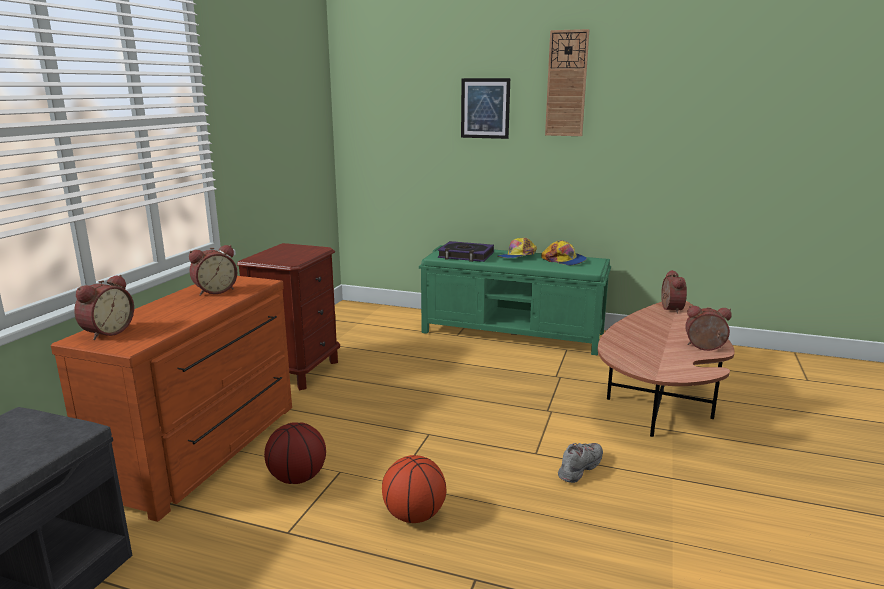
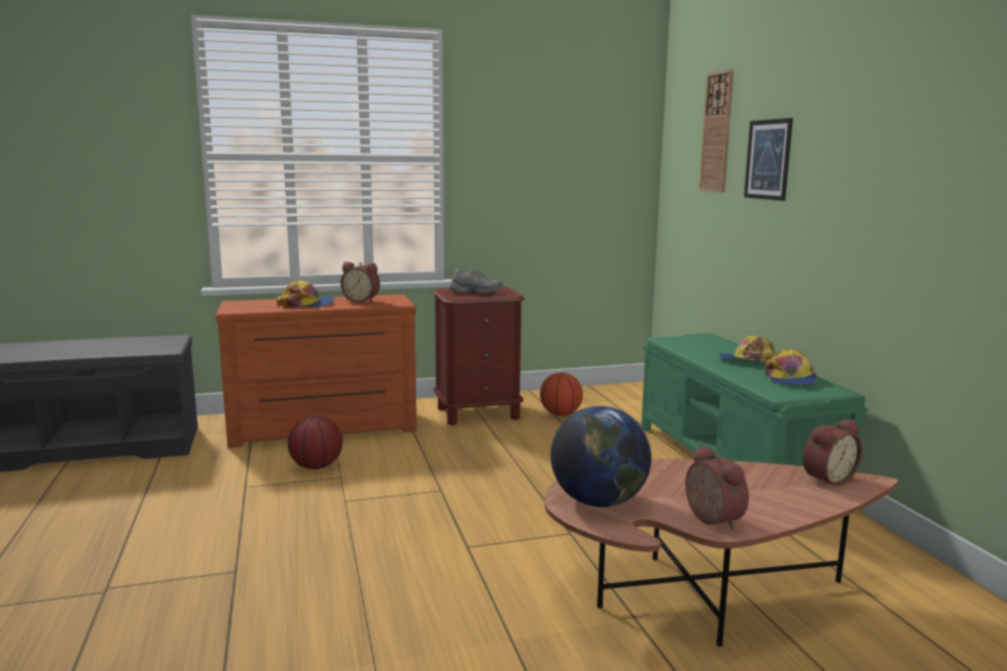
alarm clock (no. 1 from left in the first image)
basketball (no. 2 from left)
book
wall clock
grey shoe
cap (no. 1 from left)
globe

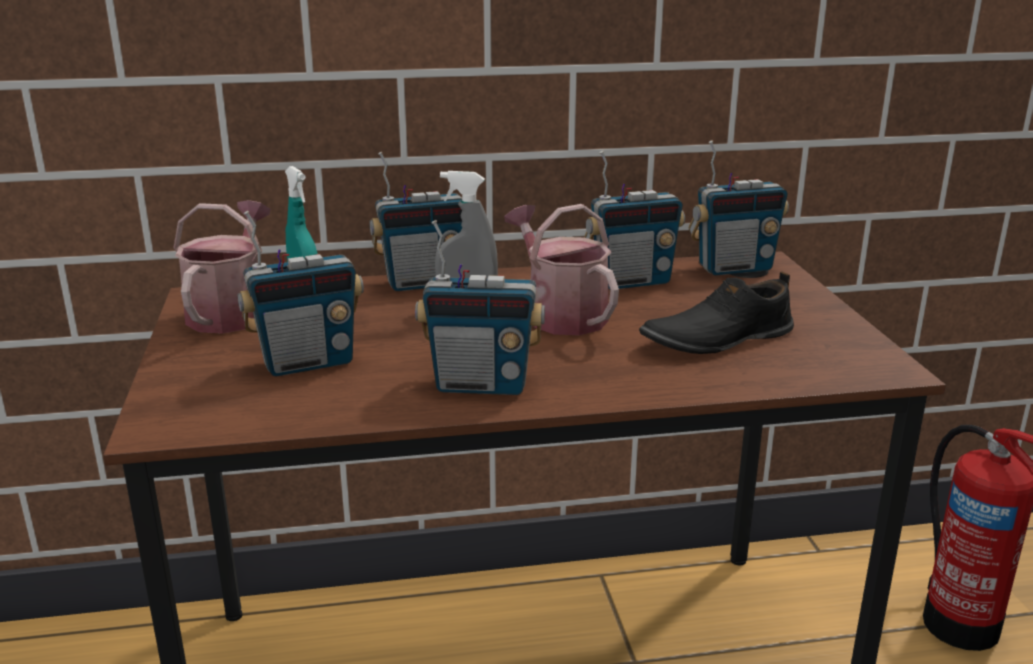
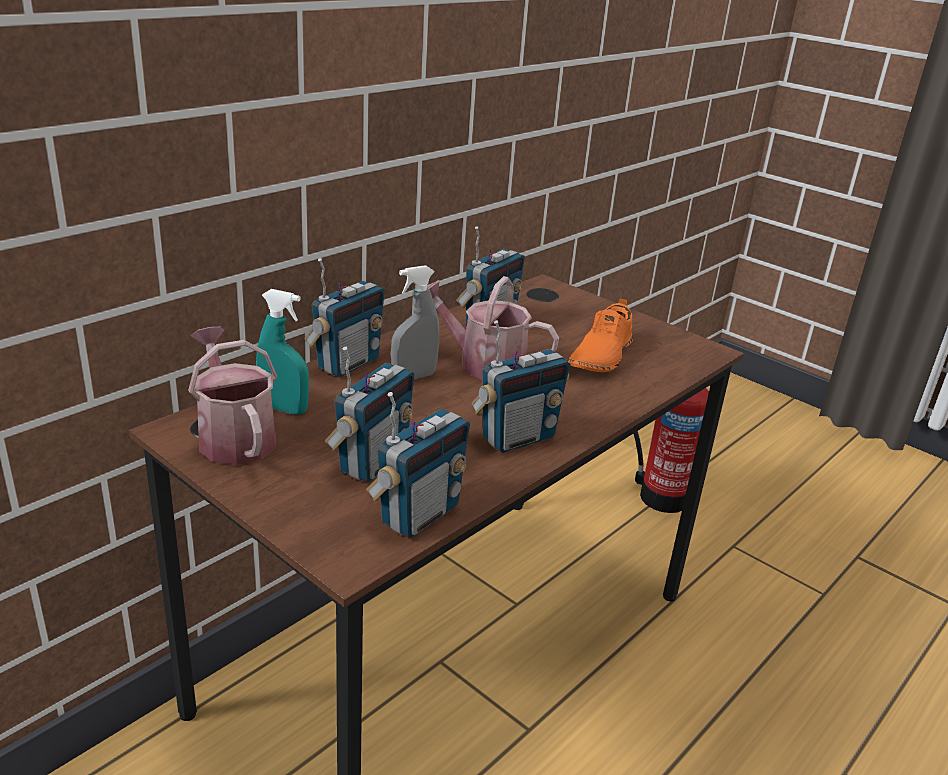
orange shoe
radio (no. 3 from left)

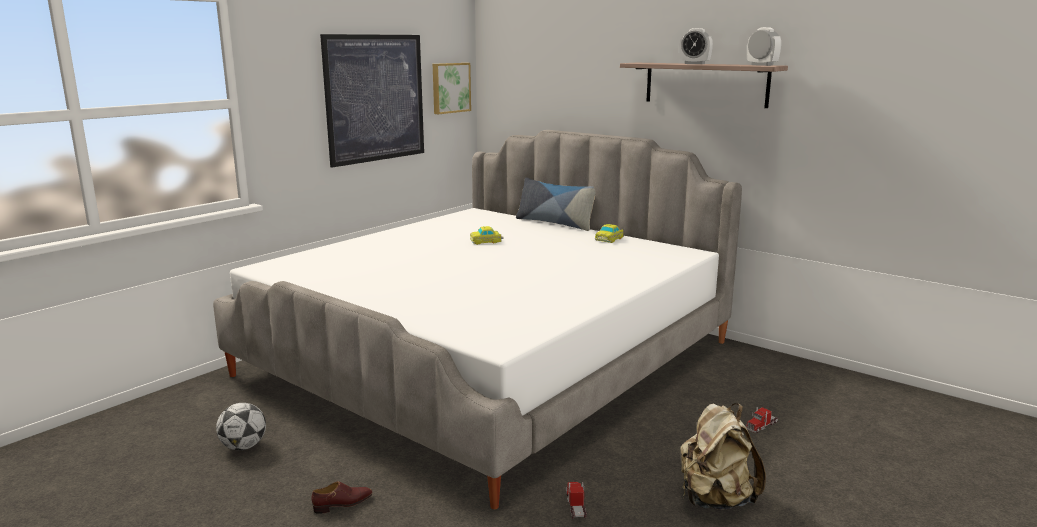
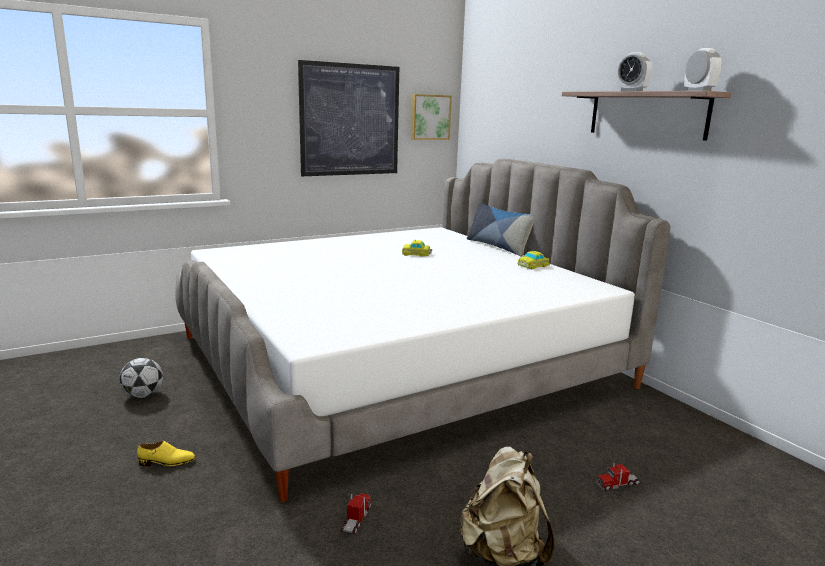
yellow shoe

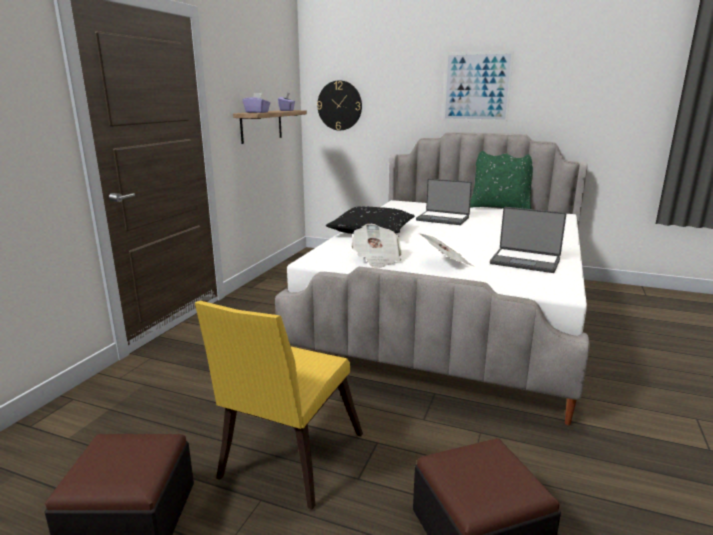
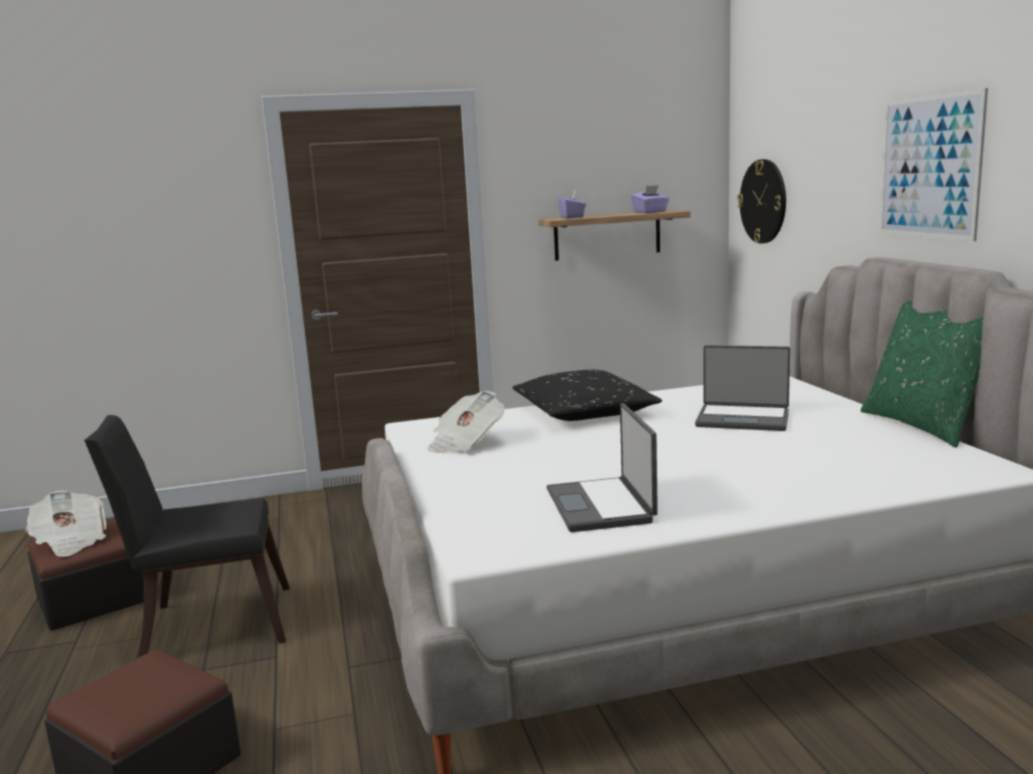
black chair
laptop (no. 2 from left)
newspaper (no. 1 from left)

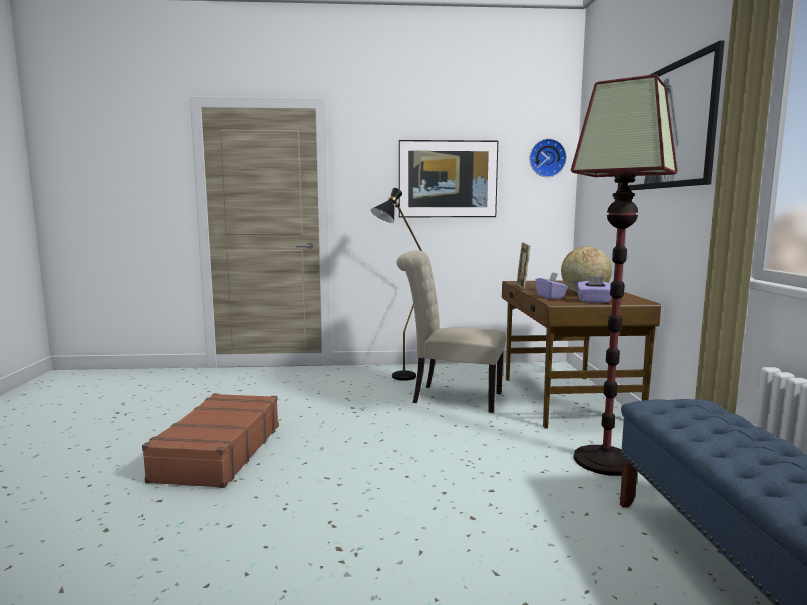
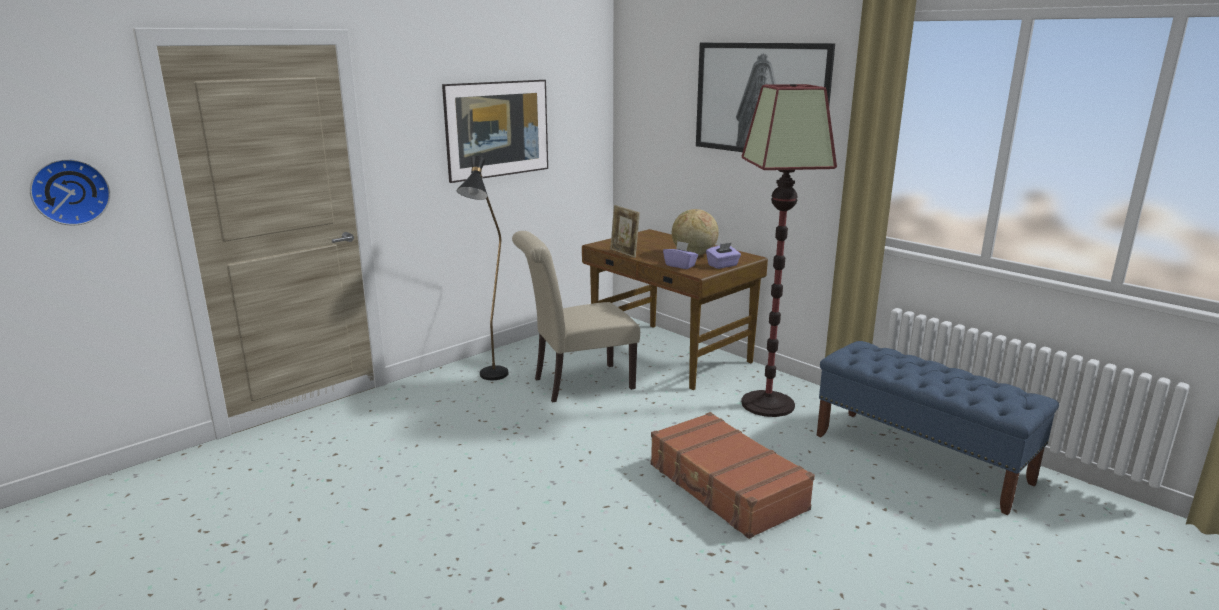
brown suitcase
wall clock

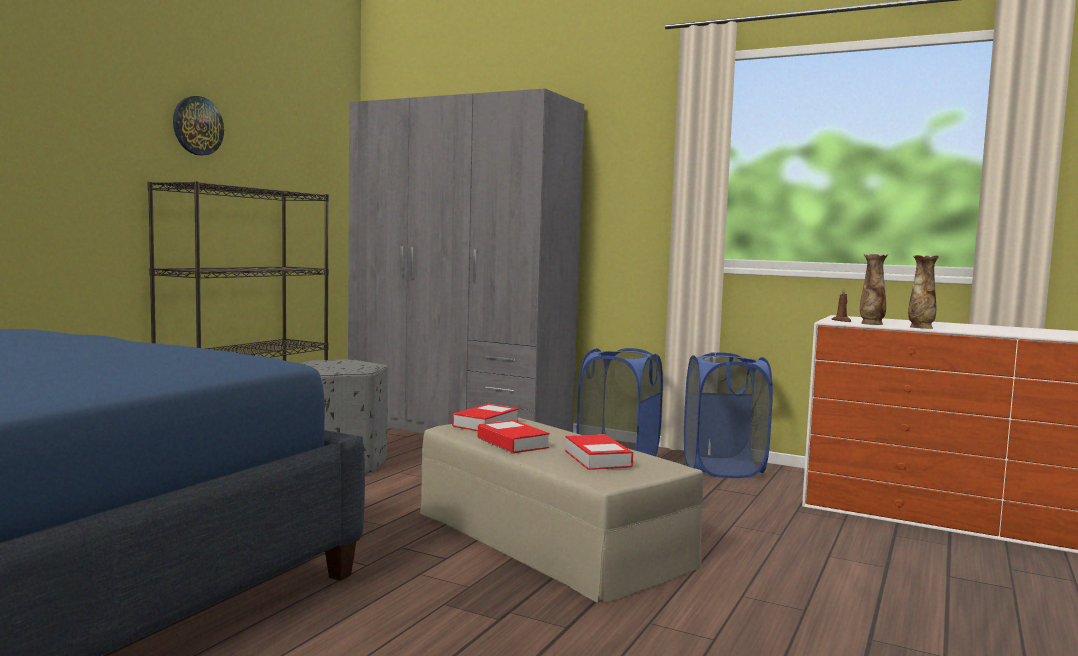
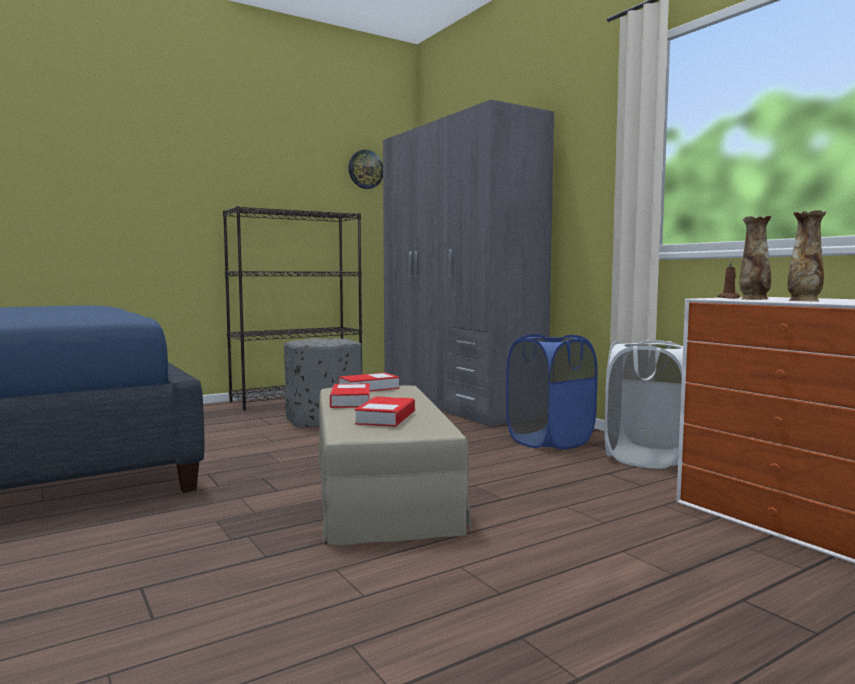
wall clock
white laundry basket

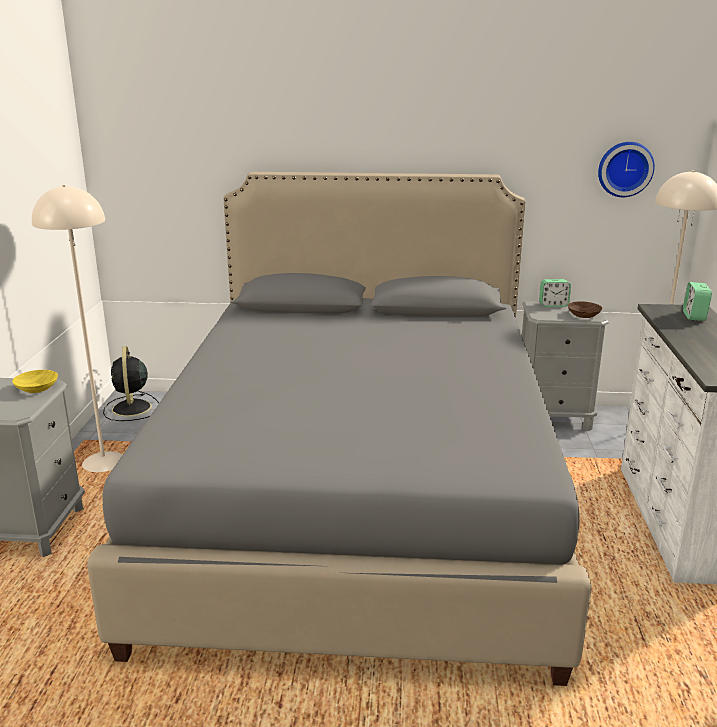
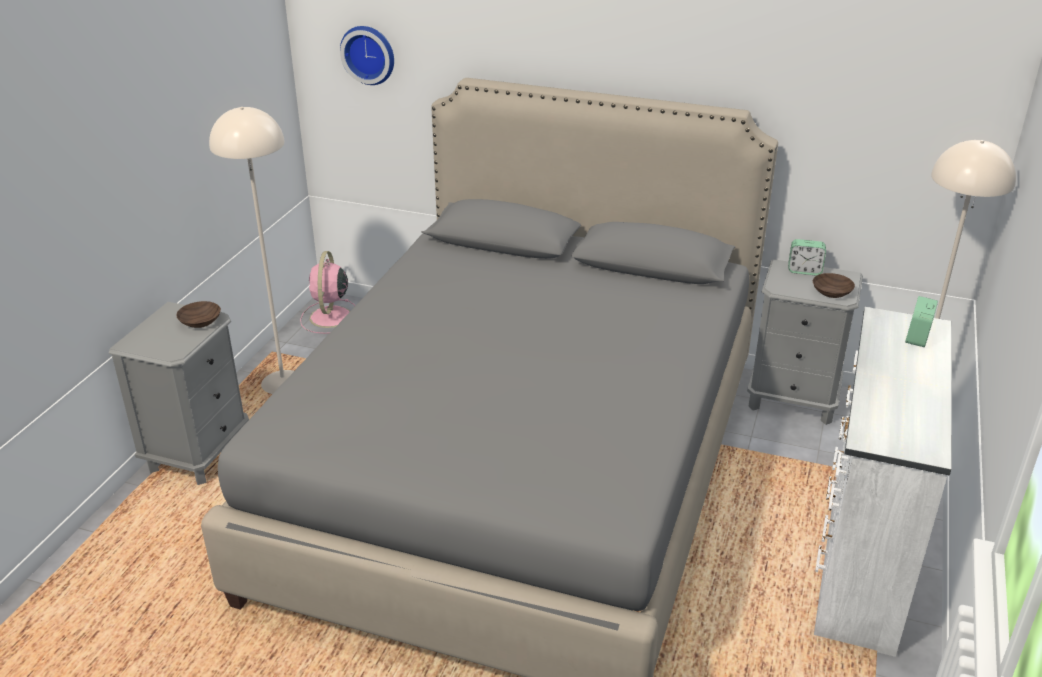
brown bowl (no. 1 from left)
pink fan
wall clock

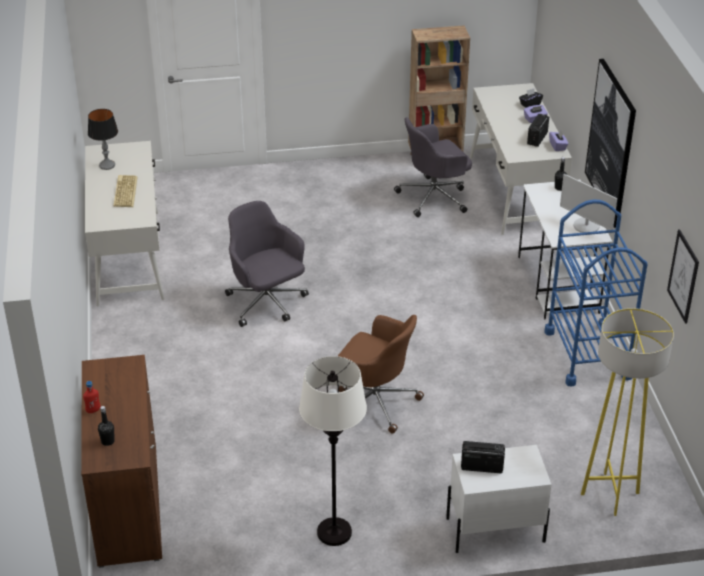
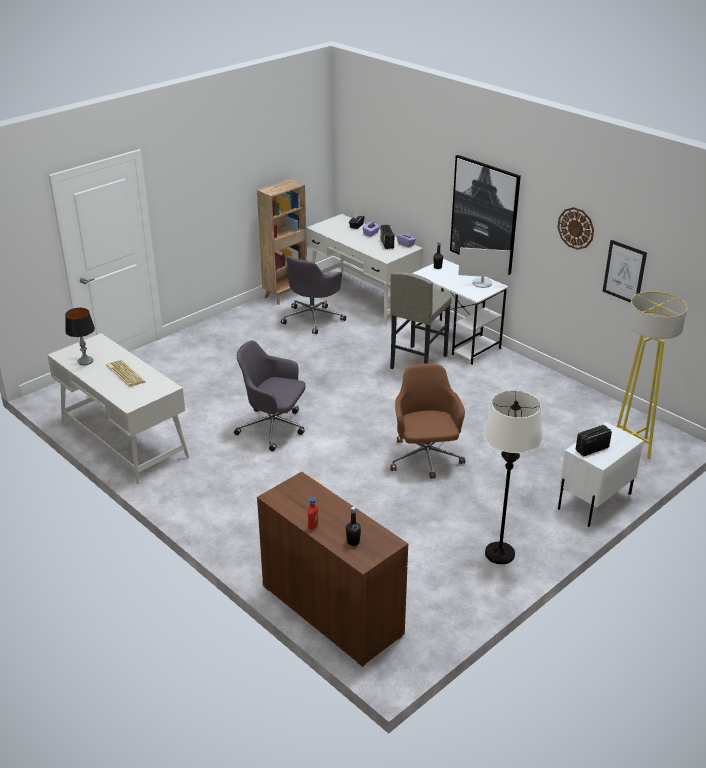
brown office chair
blue cart
grey stool
wall clock

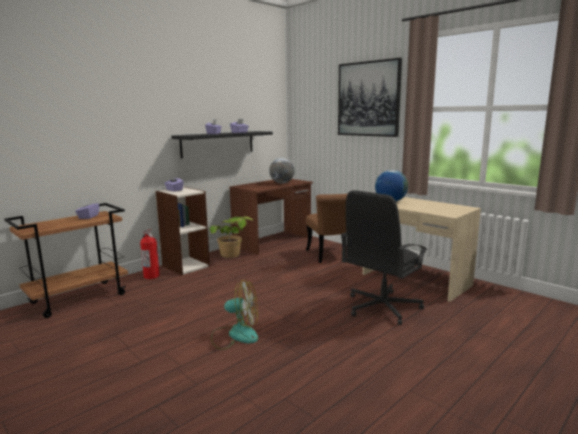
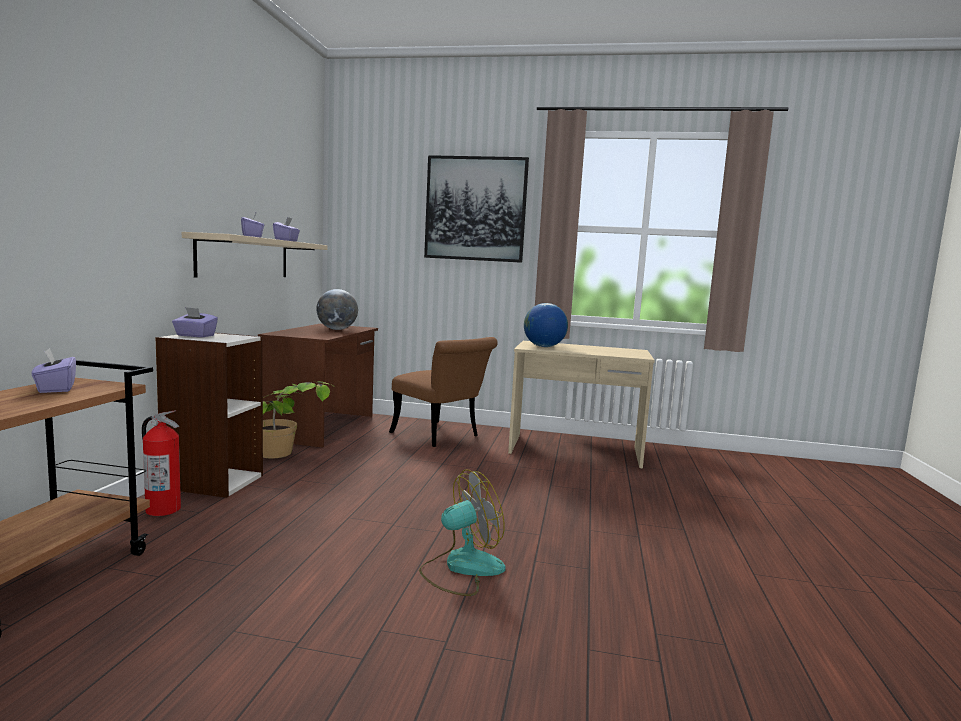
beige shelf
black office chair

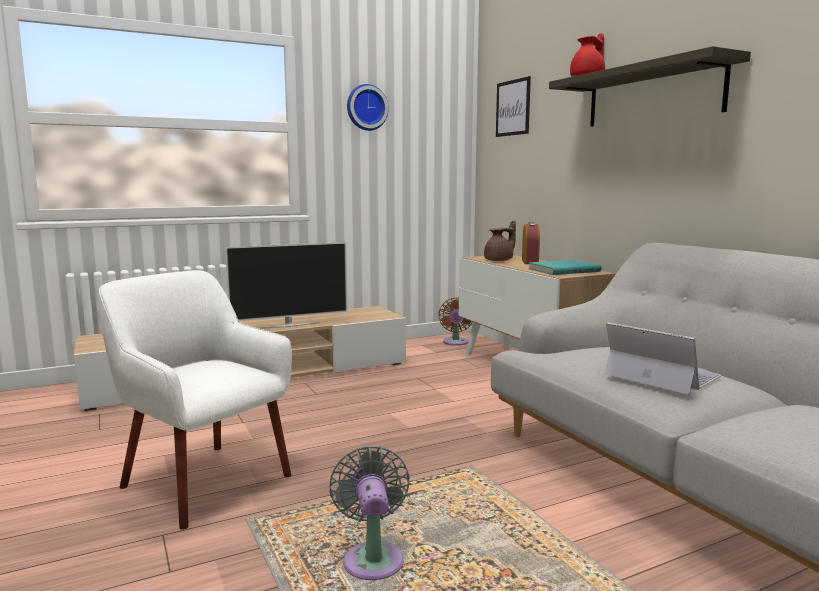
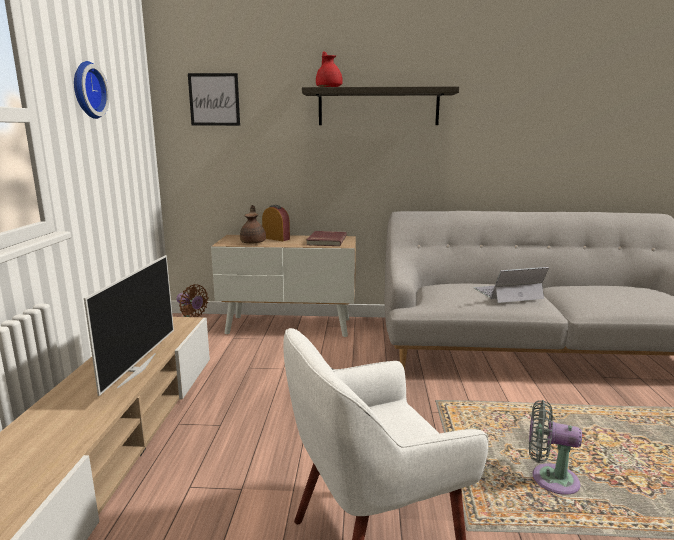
red book

